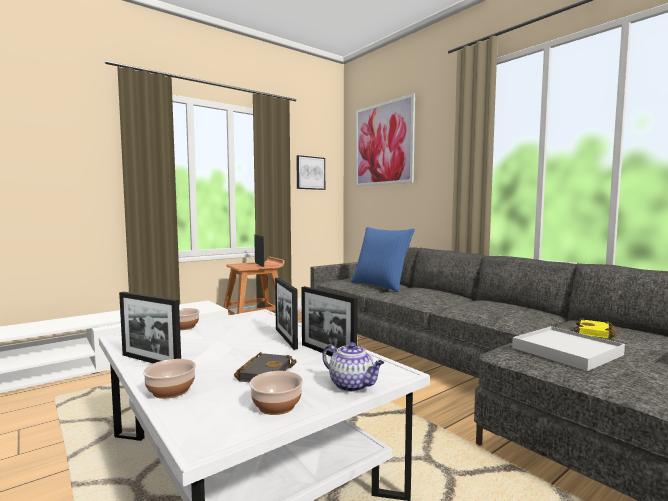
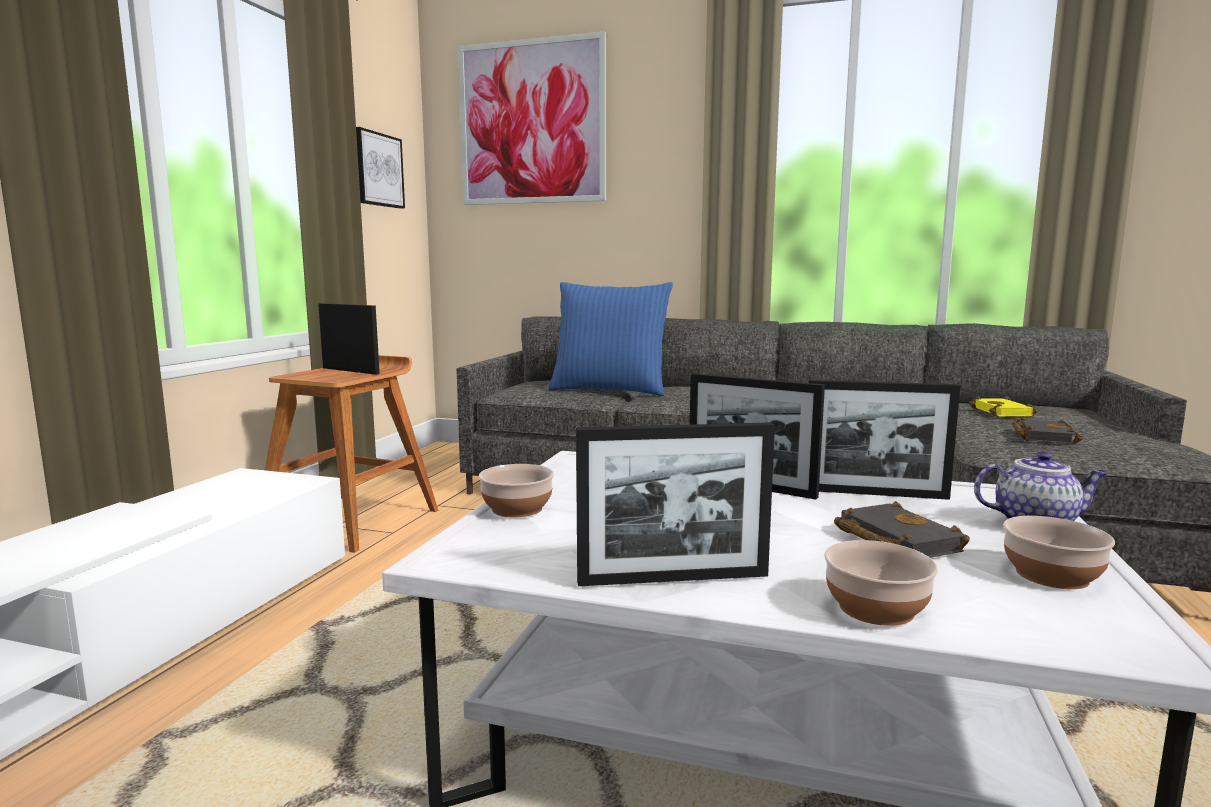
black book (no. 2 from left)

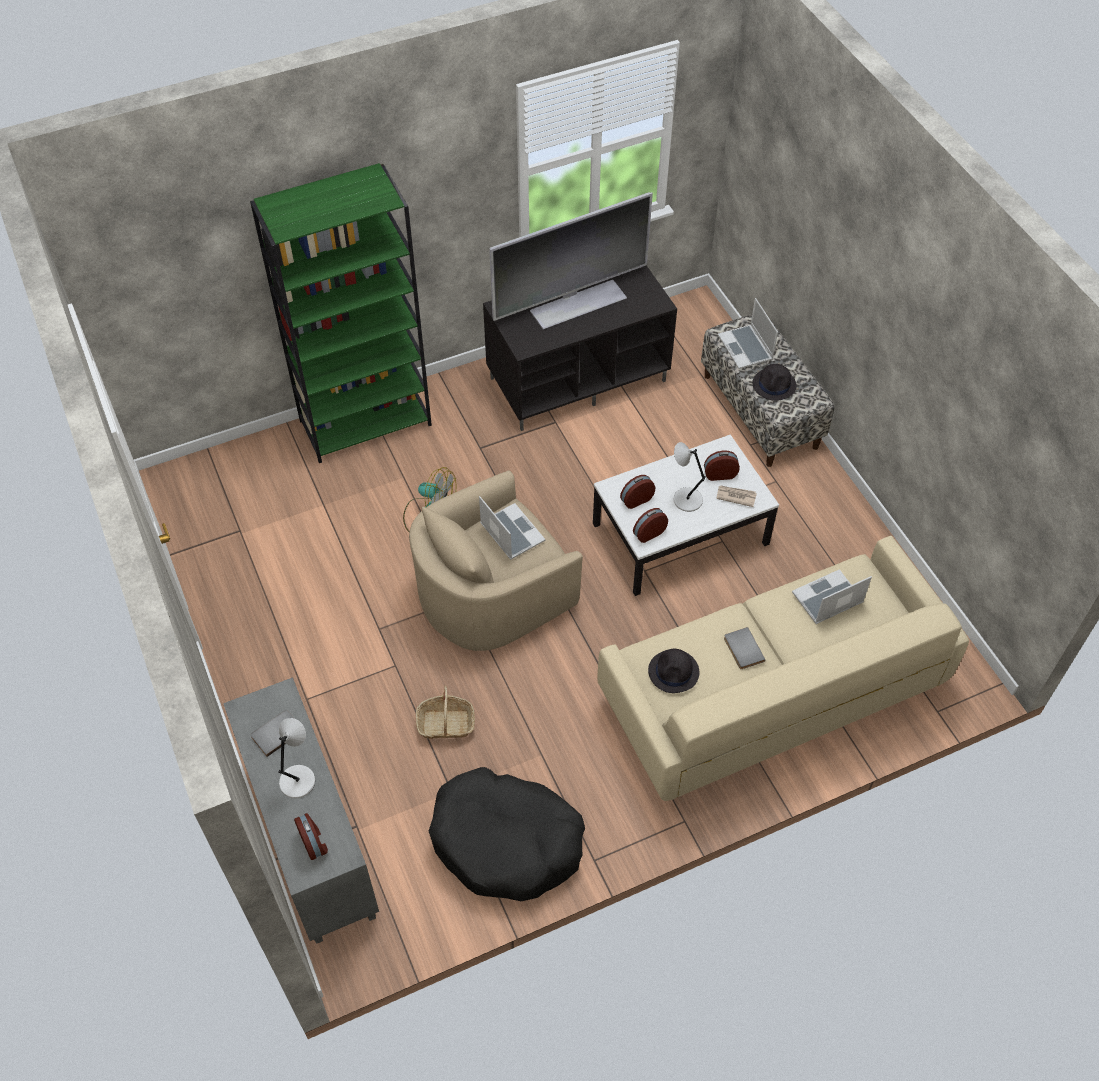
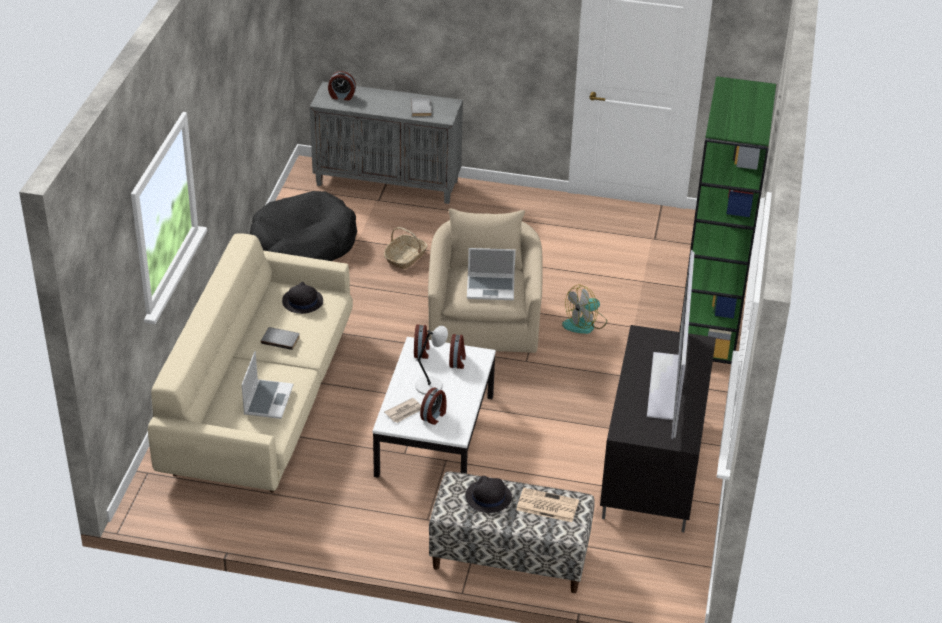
grey table lamp (no. 1 from left in the first image)
newspaper (no. 2 from left)

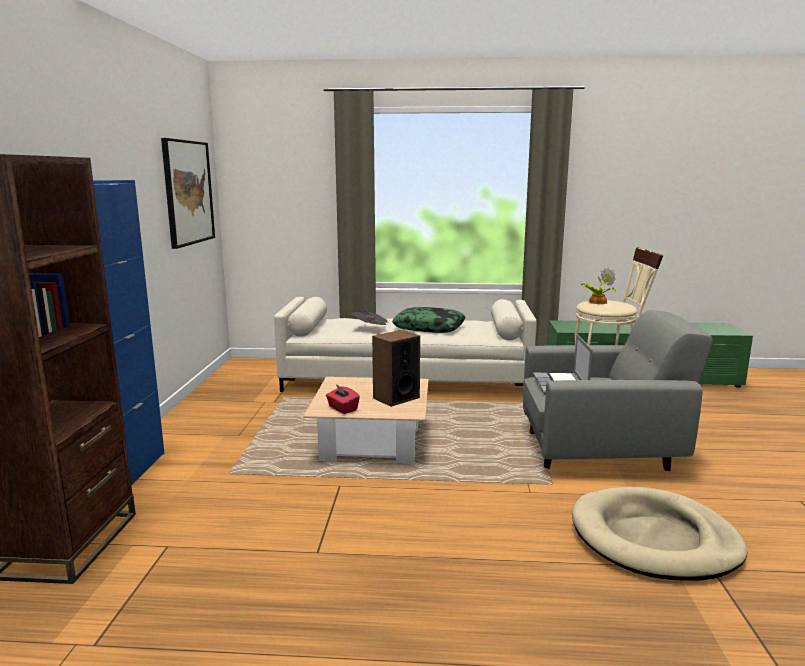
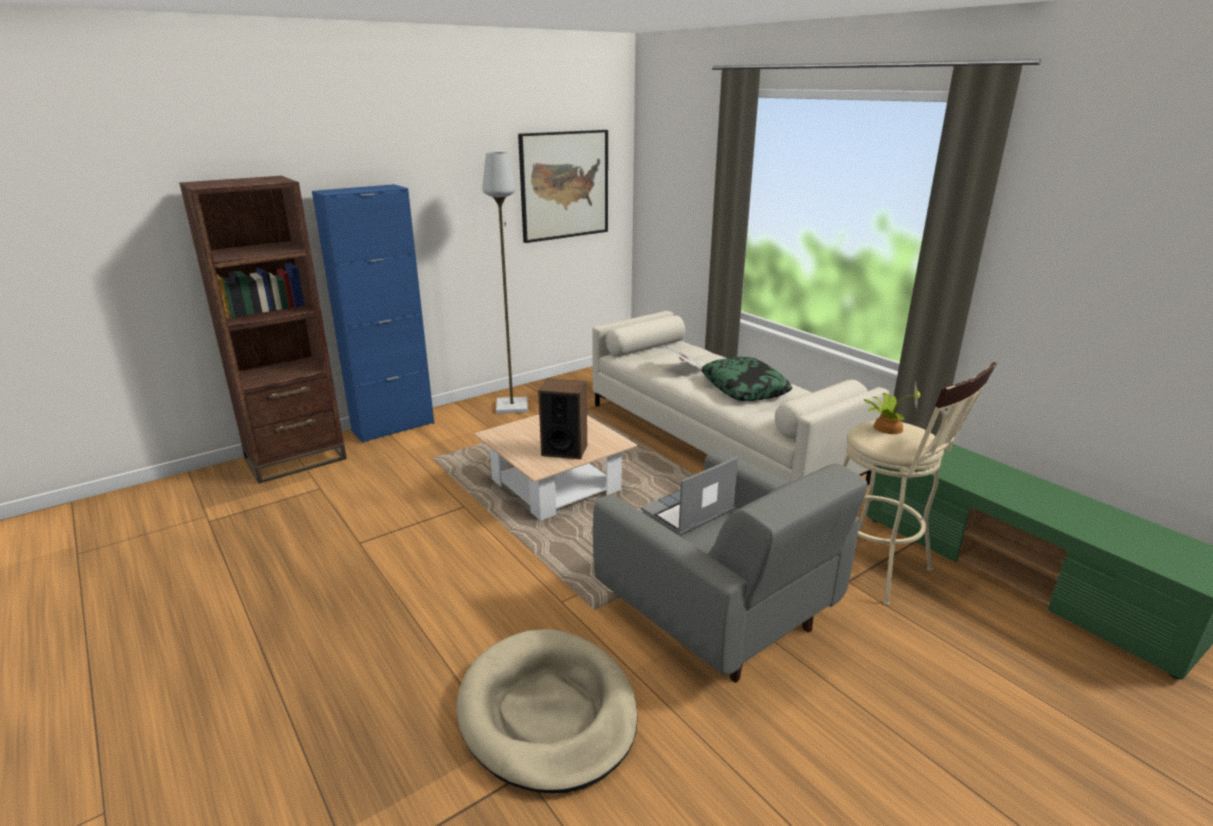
red tissue box
grey floor lamp

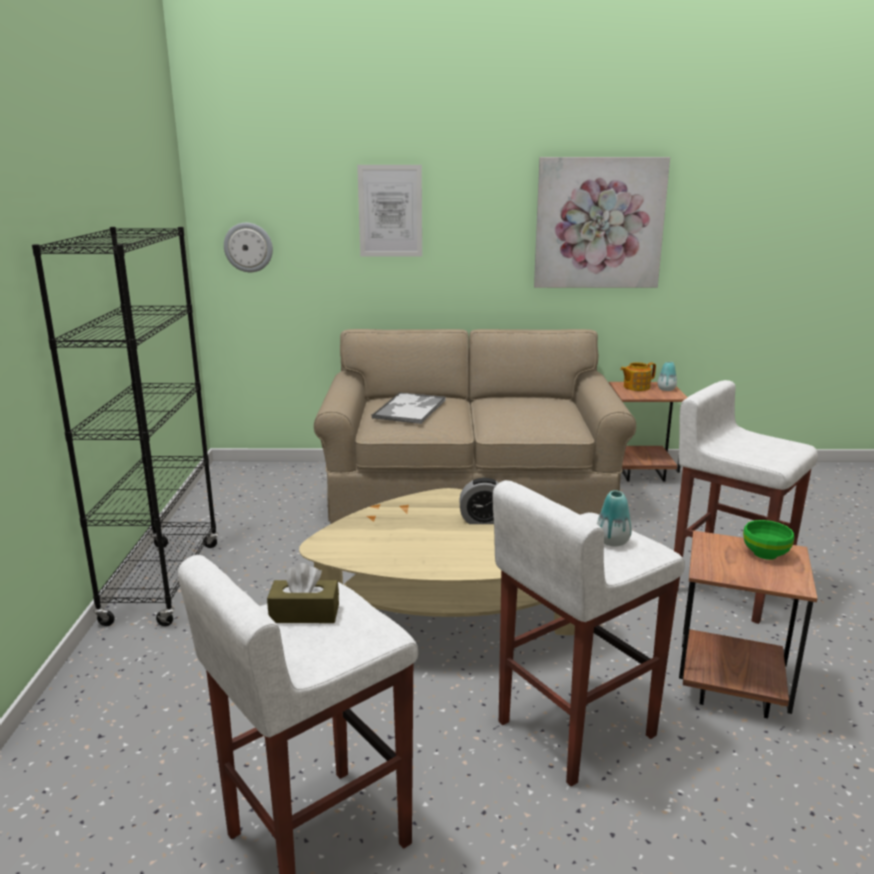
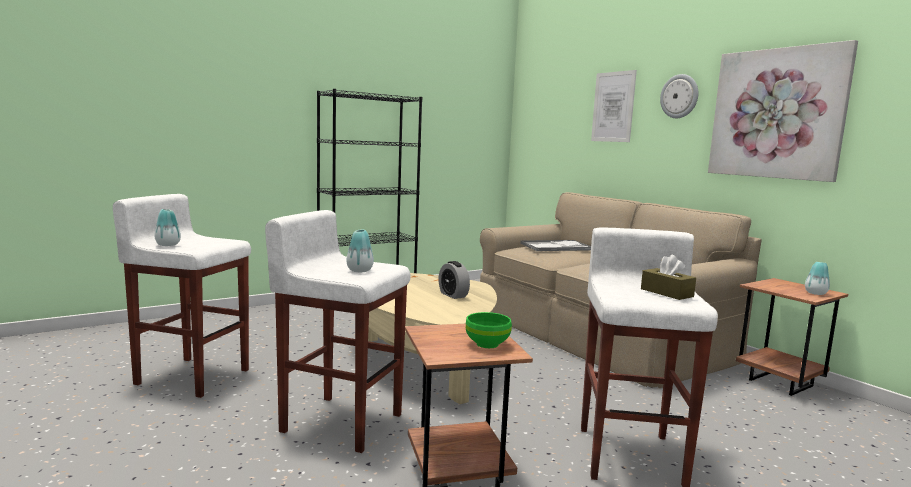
wall clock
brown tissue box
teapot
vase (no. 1 from left)

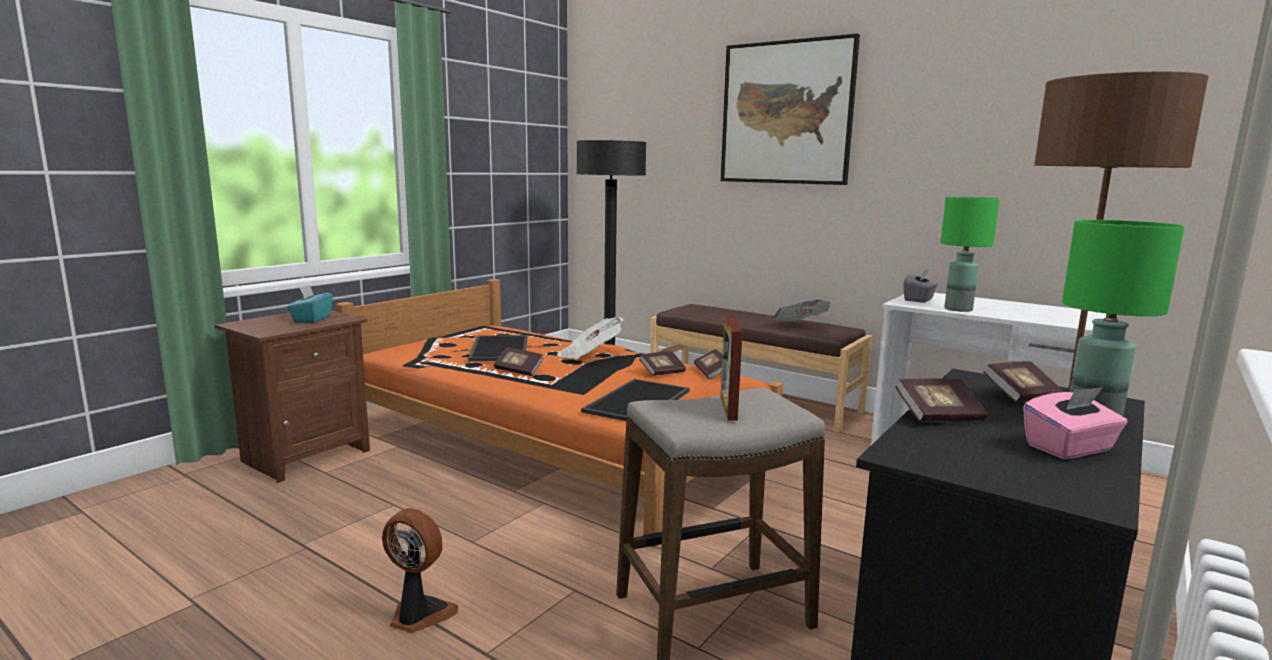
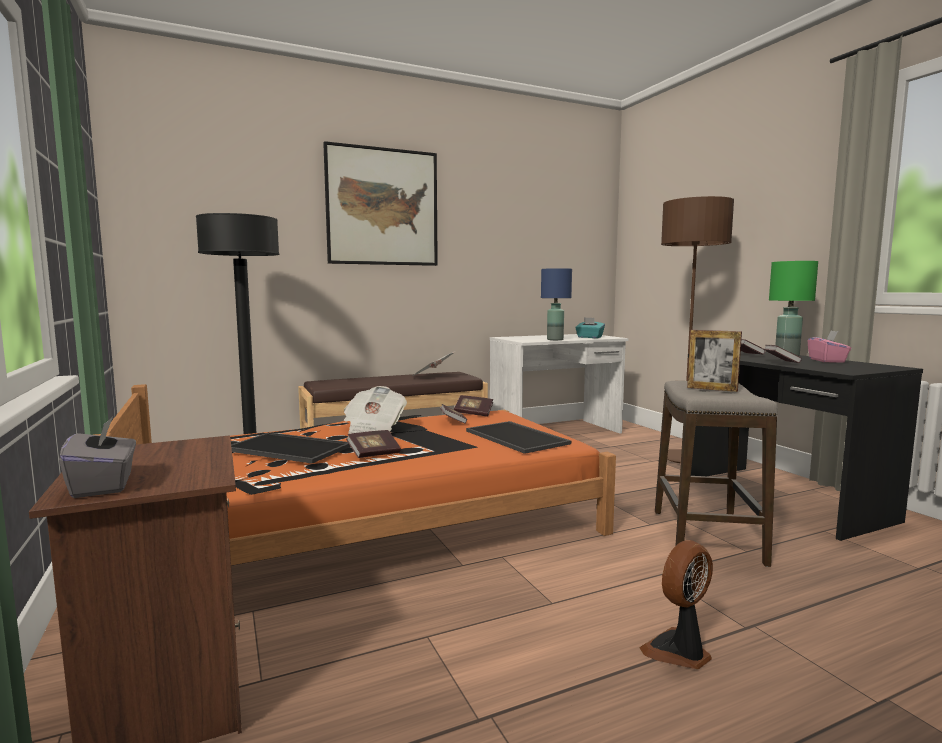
turquoise tissue box
grey tissue box
blue table lamp

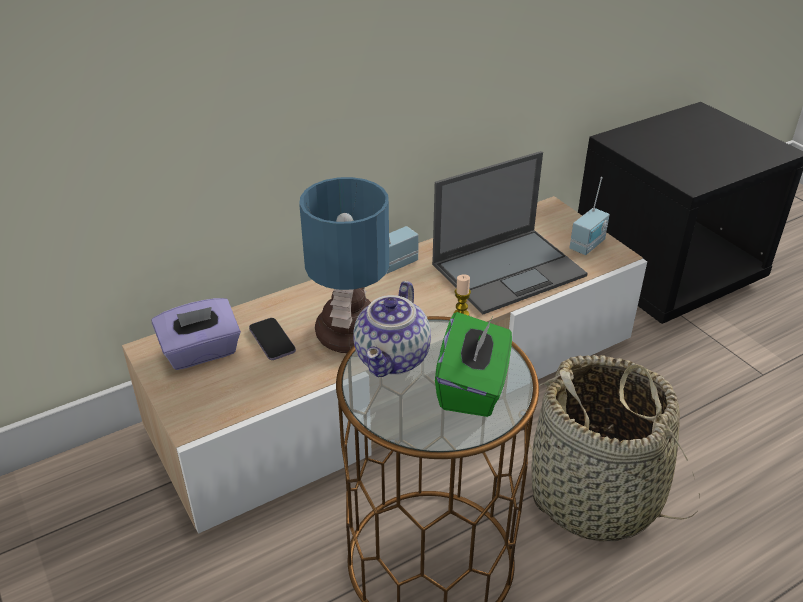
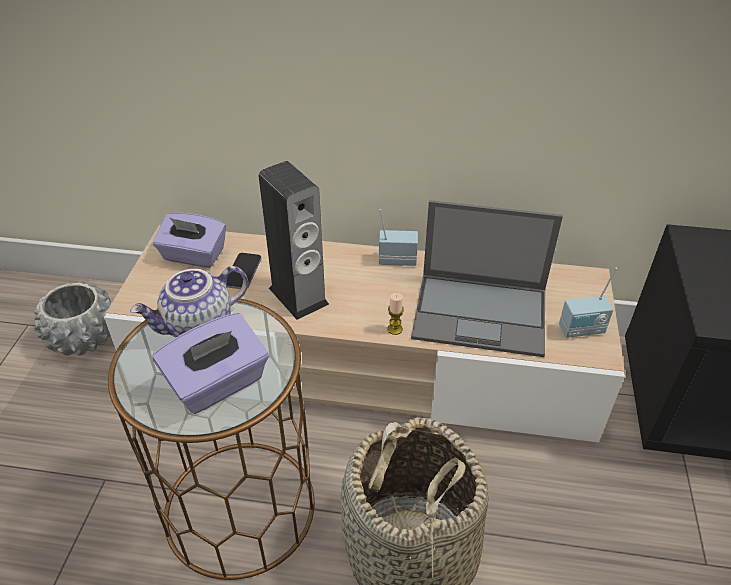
speaker
purple tissue box (no. 2 from left)
grey planter

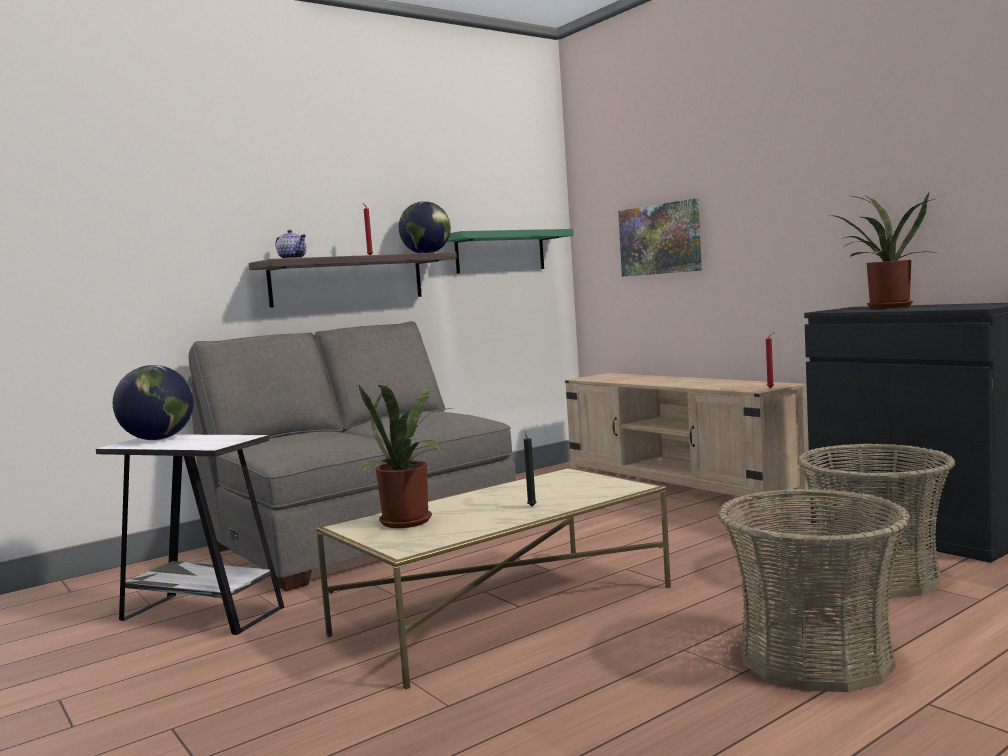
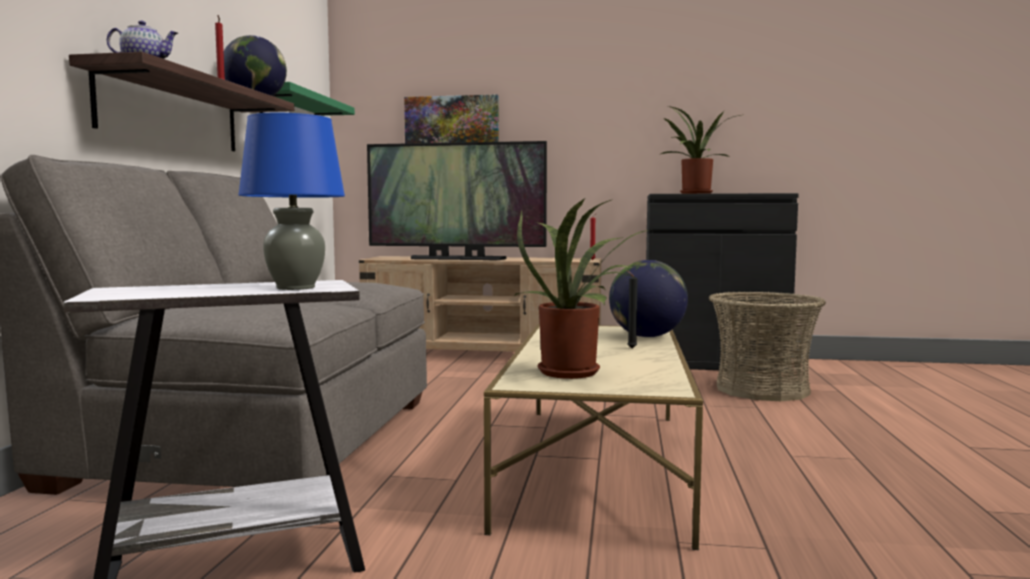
globe (no. 2 from left)
basket (no. 1 from left in the first image)
blue table lamp
television

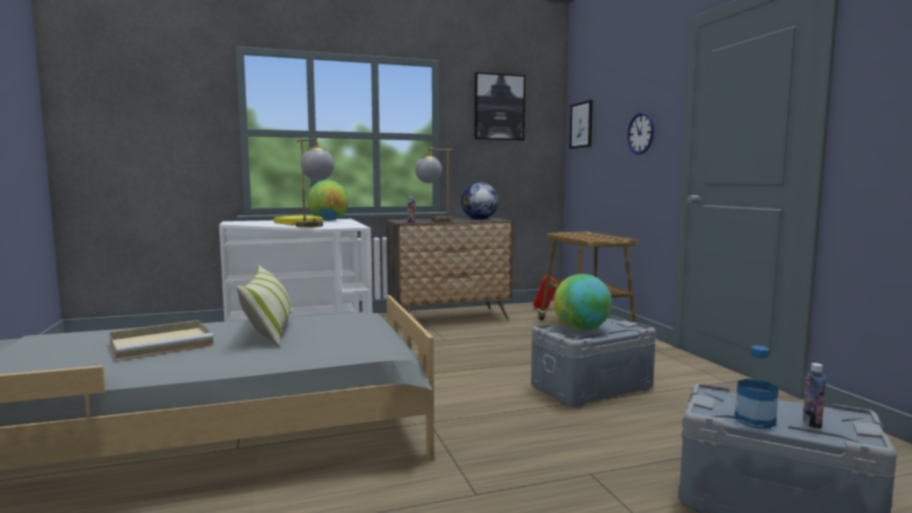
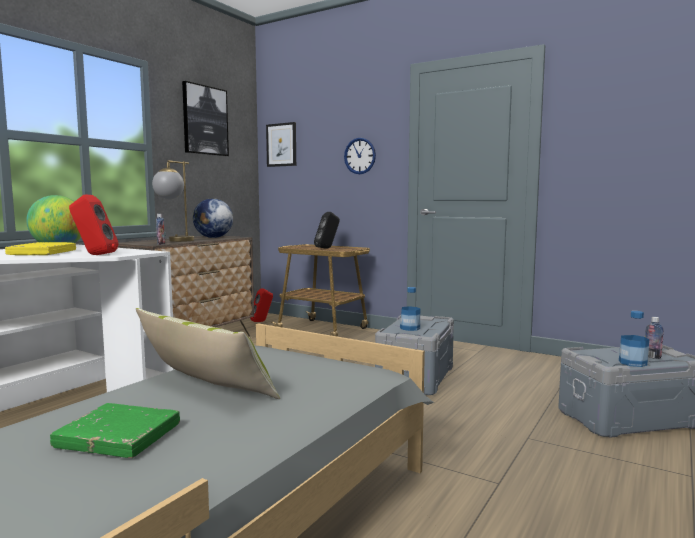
green book
red speaker (no. 1 from left)
bottle (no. 2 from left)
black speaker

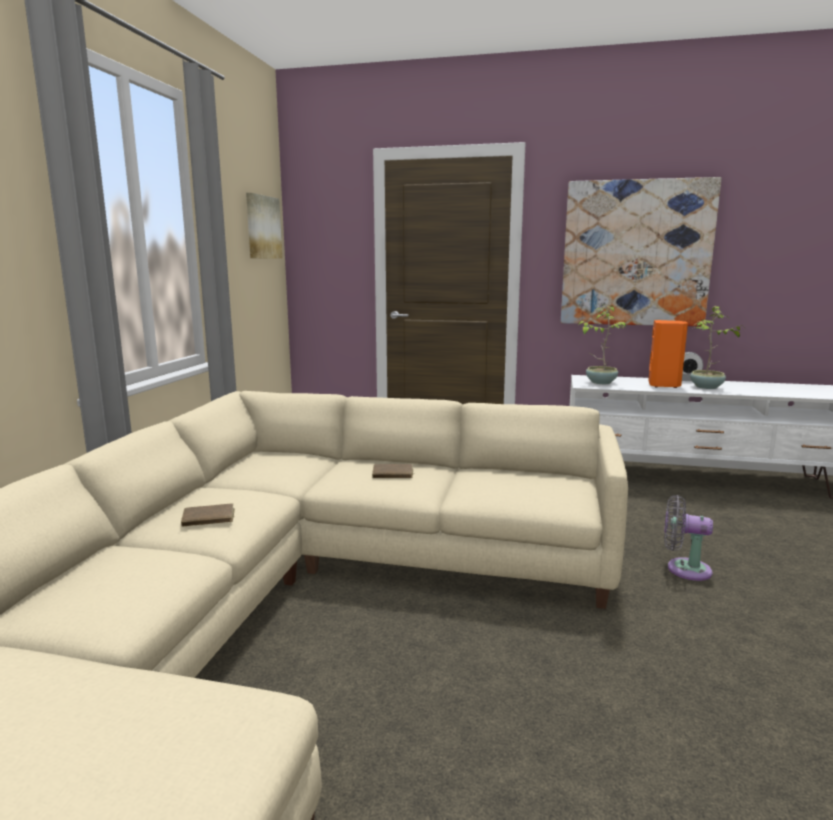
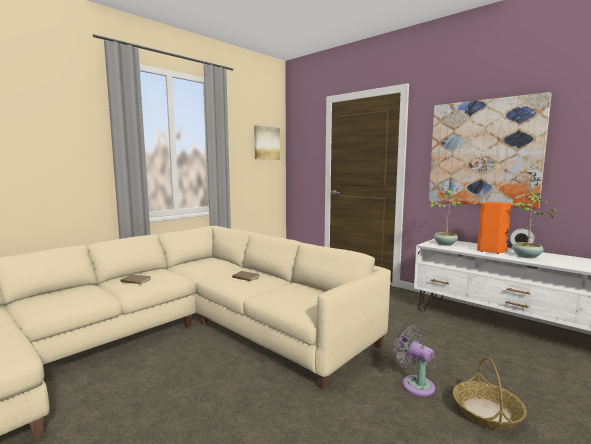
basket

